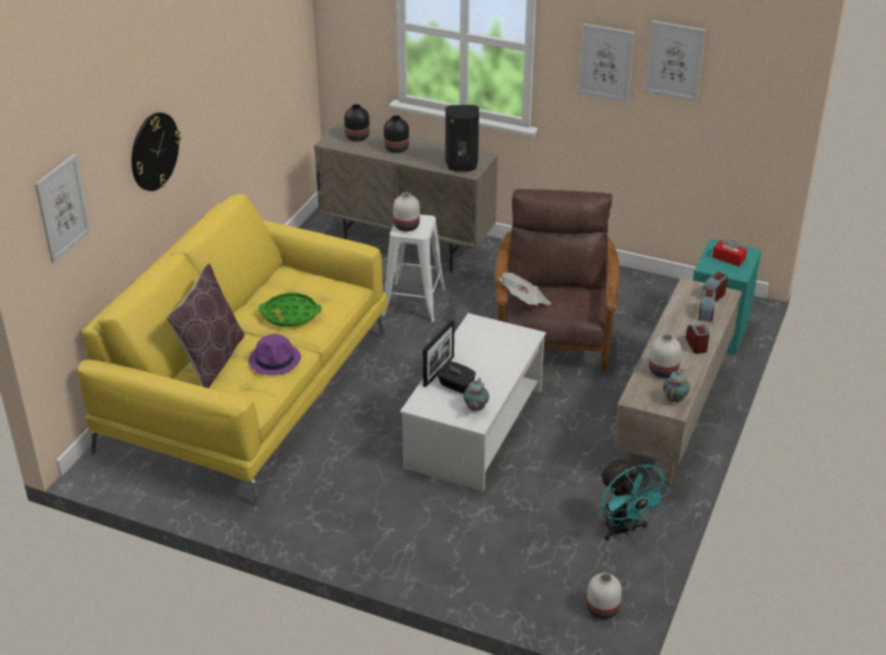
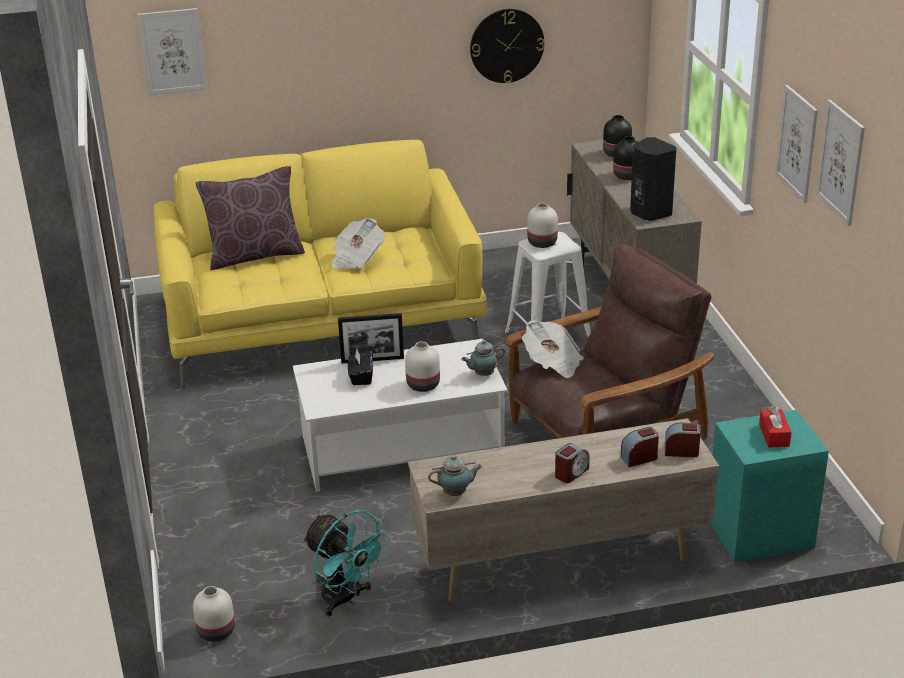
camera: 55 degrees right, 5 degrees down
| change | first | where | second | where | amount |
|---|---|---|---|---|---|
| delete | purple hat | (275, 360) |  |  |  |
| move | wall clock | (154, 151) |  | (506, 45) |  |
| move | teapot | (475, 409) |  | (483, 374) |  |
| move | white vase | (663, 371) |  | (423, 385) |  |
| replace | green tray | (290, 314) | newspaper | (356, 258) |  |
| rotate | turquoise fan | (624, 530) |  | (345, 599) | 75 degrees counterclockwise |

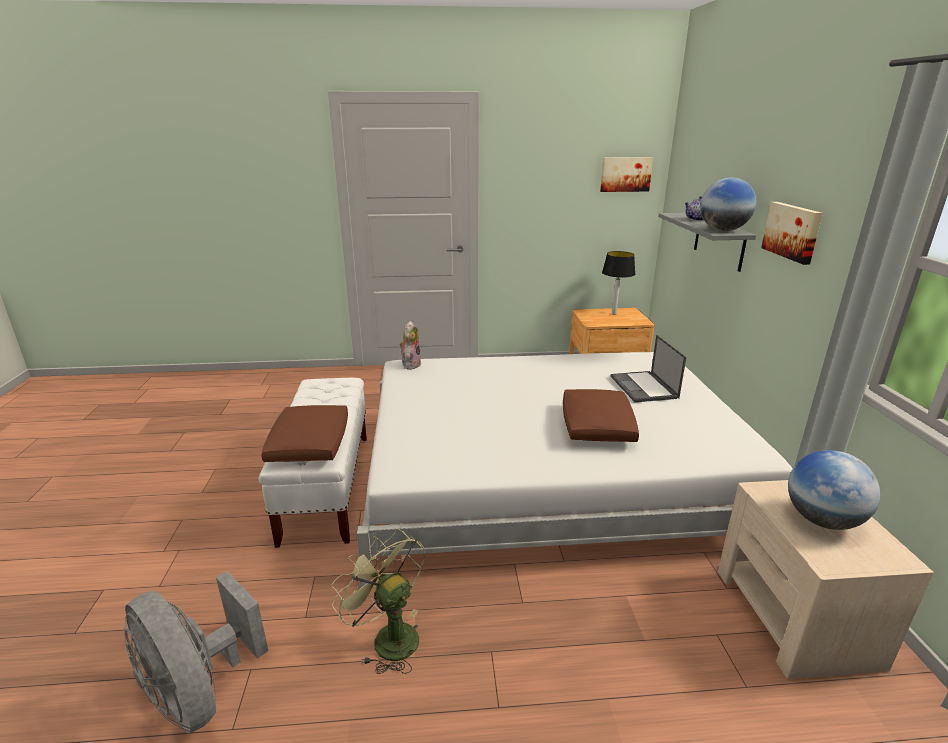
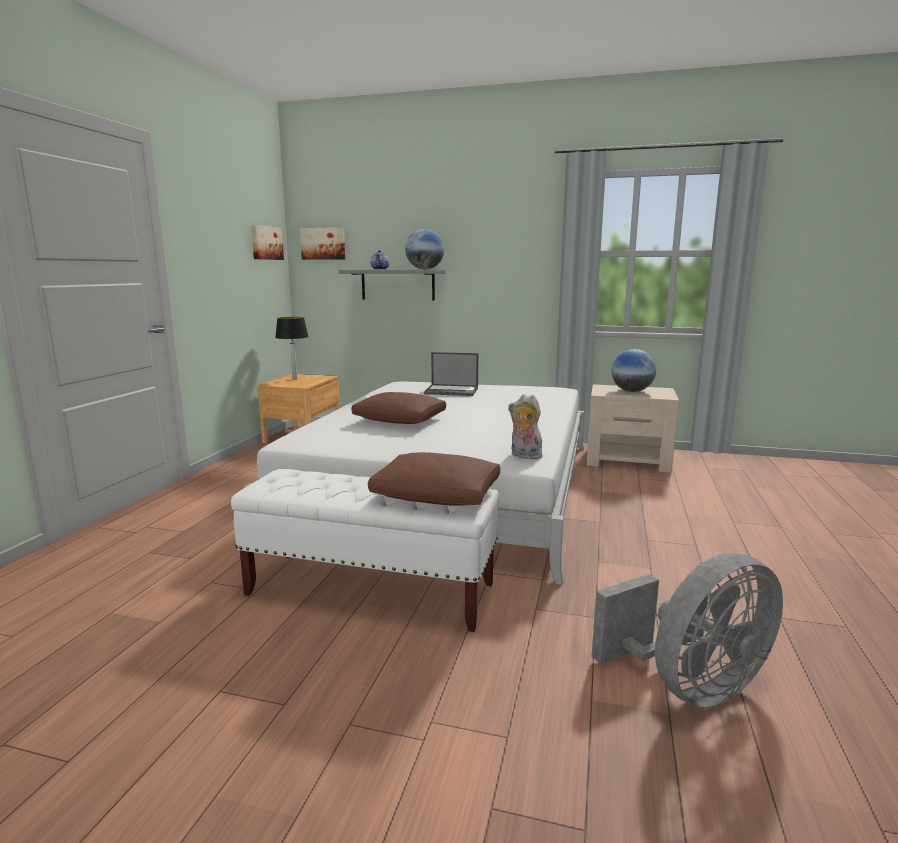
camera: 70 degrees left, 10 degrees down
| change | first | where | second | where | amount |
|---|---|---|---|---|---|
| delete | green fan | (388, 636) |  |  |  |
| move | plush toy | (410, 364) |  | (524, 456) |  |
| move | brown pillow | (597, 427) |  | (400, 420) |  |
| move | picture | (793, 231) |  | (323, 243) |  |

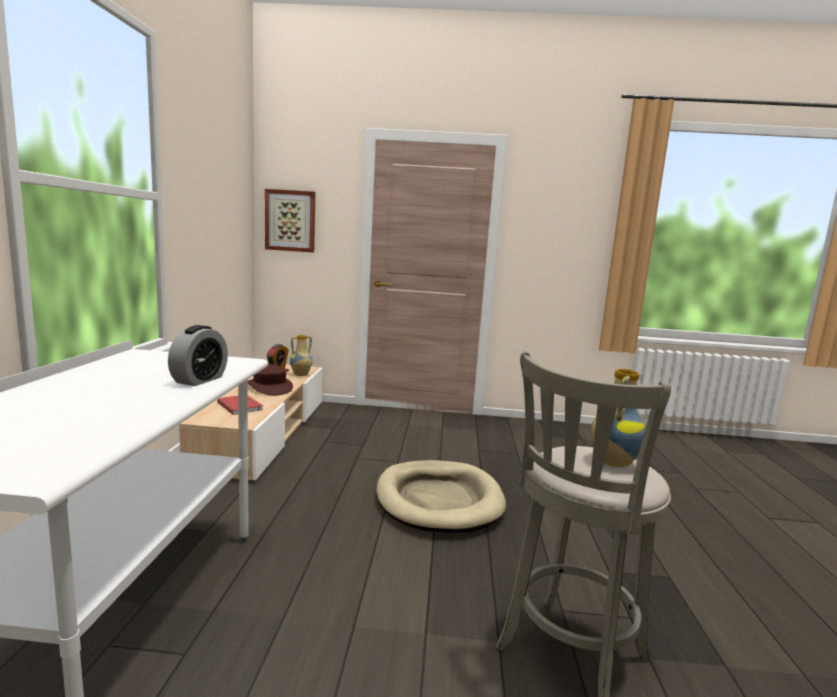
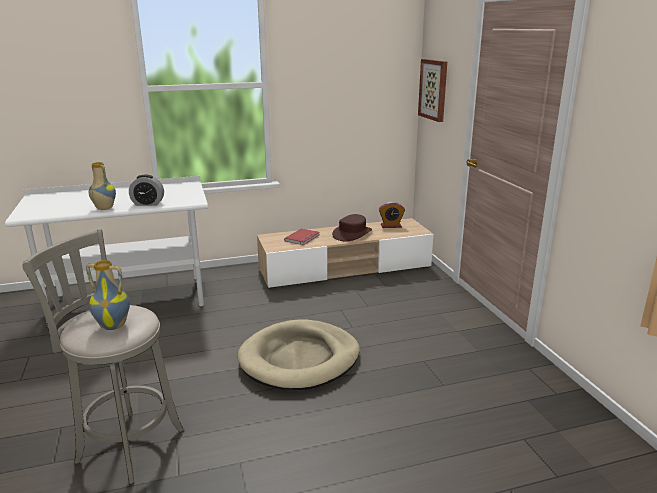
camera: 70 degrees right, 10 degrees up
| change | first | where | second | where | amount |
|---|---|---|---|---|---|
| move | vase | (301, 375) |  | (104, 208) |  |

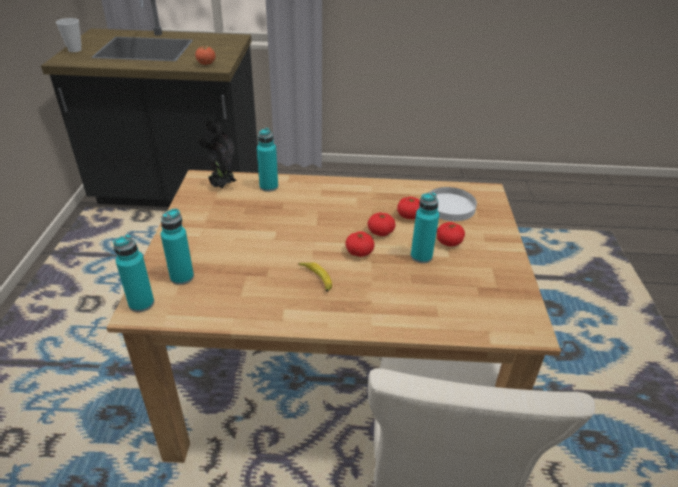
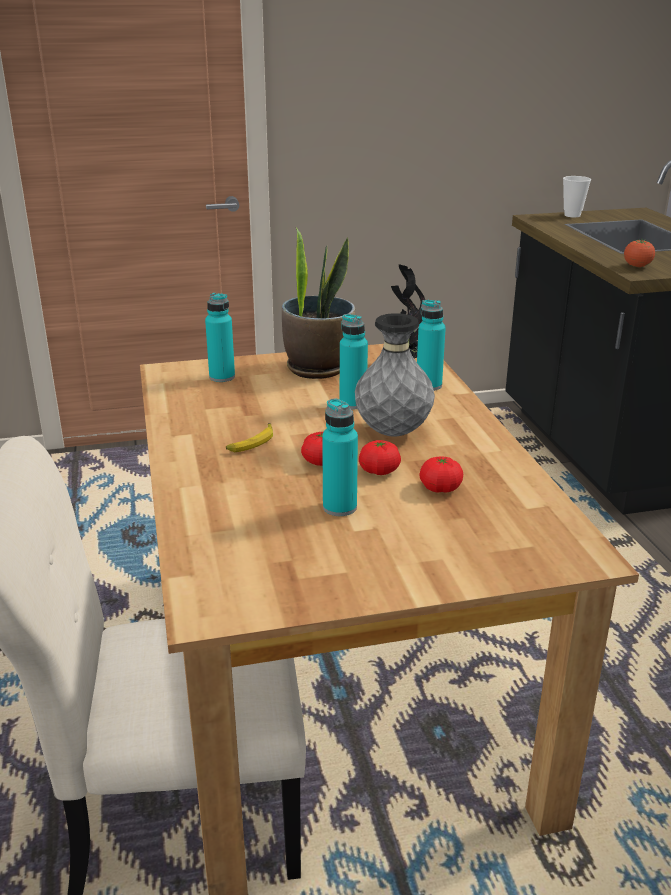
camera: 75 degrees right, 10 degrees down
| change | first | where | second | where | amount |
|---|---|---|---|---|---|
| delete | white plate | (450, 207) |  |  |  |
| delete | tomato | (449, 242) |  |  |  |
| insert |  |  | potted plant | (317, 368) |  |
| insert |  |  | grey vase | (393, 433) |  |
| move | turquoise bottle | (141, 303) |  | (353, 404) |  |

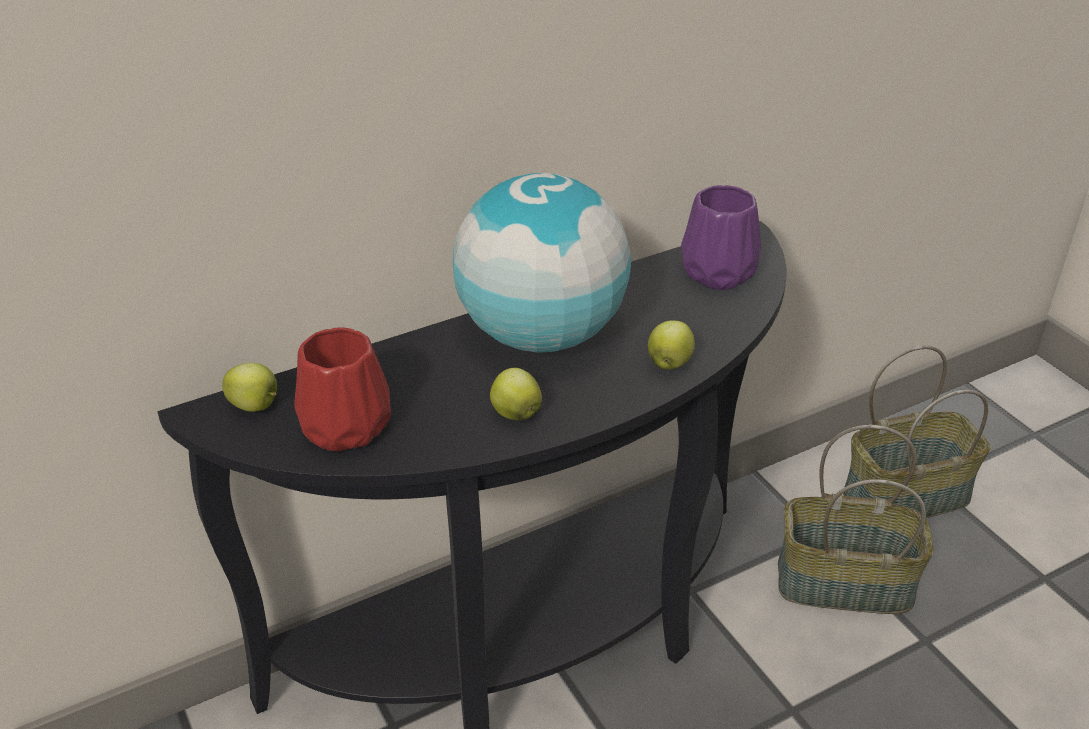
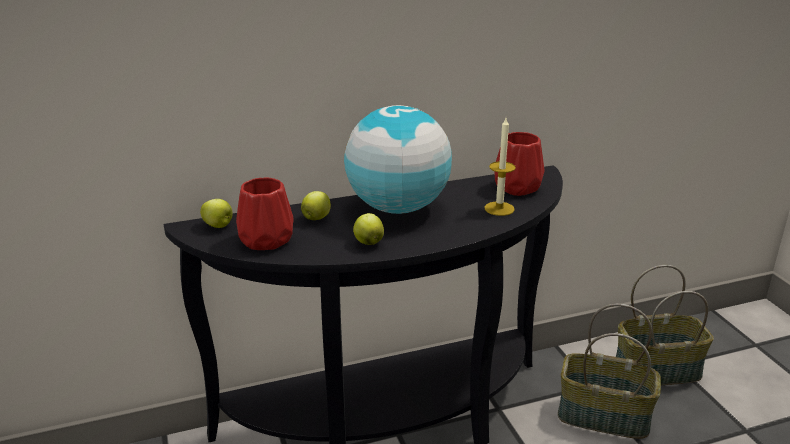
camera: 10 degrees right, 10 degrees down
| change | first | where | second | where | amount |
|---|---|---|---|---|---|
| insert |  |  | candle | (499, 208) |  |
| move | apple | (669, 363) |  | (316, 218) |  |
| recolor | purple vase | (720, 273) | red vase | (518, 188) |  |

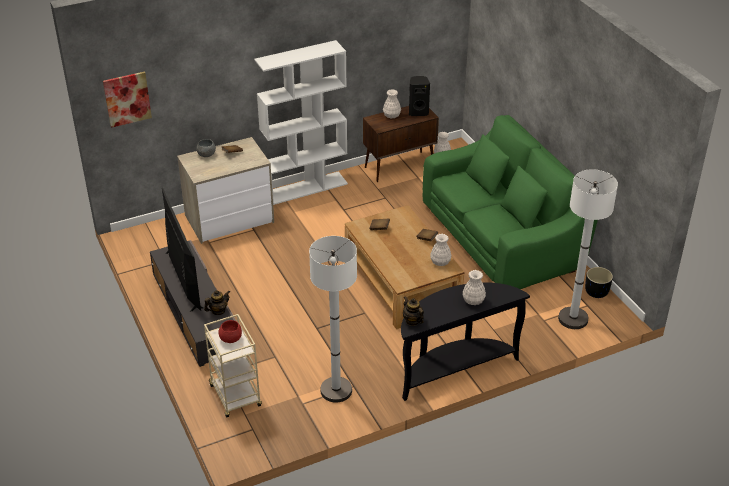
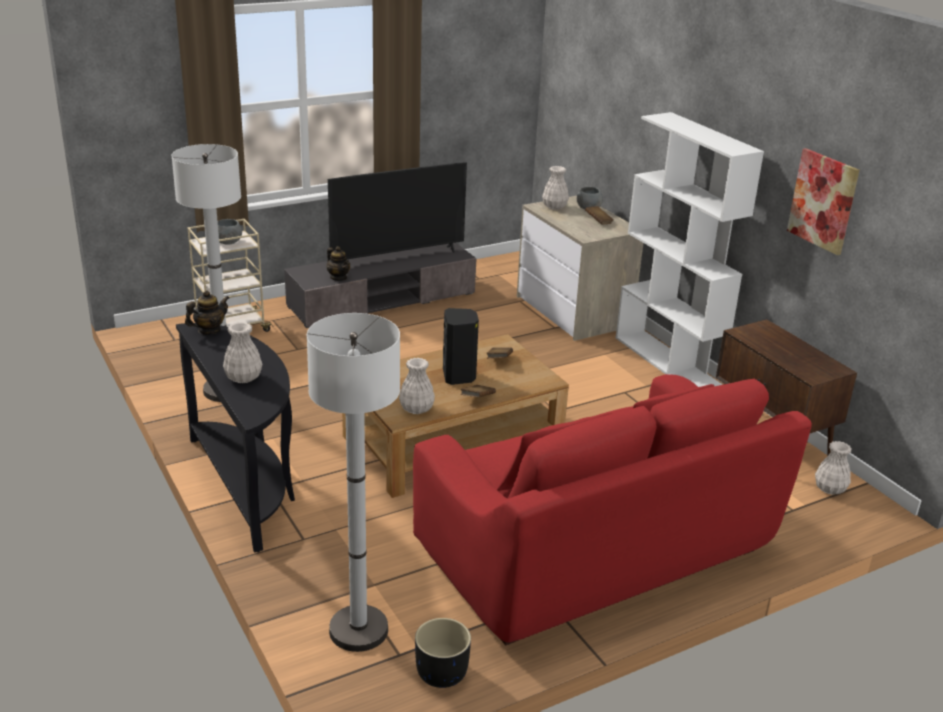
camera: 85 degrees right, 10 degrees down
| change | first | where | second | where | amount |
|---|---|---|---|---|---|
| move | picture | (127, 99) |  | (823, 201) |  |
| move | white vase | (392, 116) |  | (554, 207) |  |
| move | black speaker | (418, 112) |  | (459, 376) |  |
| recolor | red bowl | (231, 339) | grey bowl | (228, 242) |  |
| recolor | green sofa | (502, 237) | red sofa | (594, 552) |  |

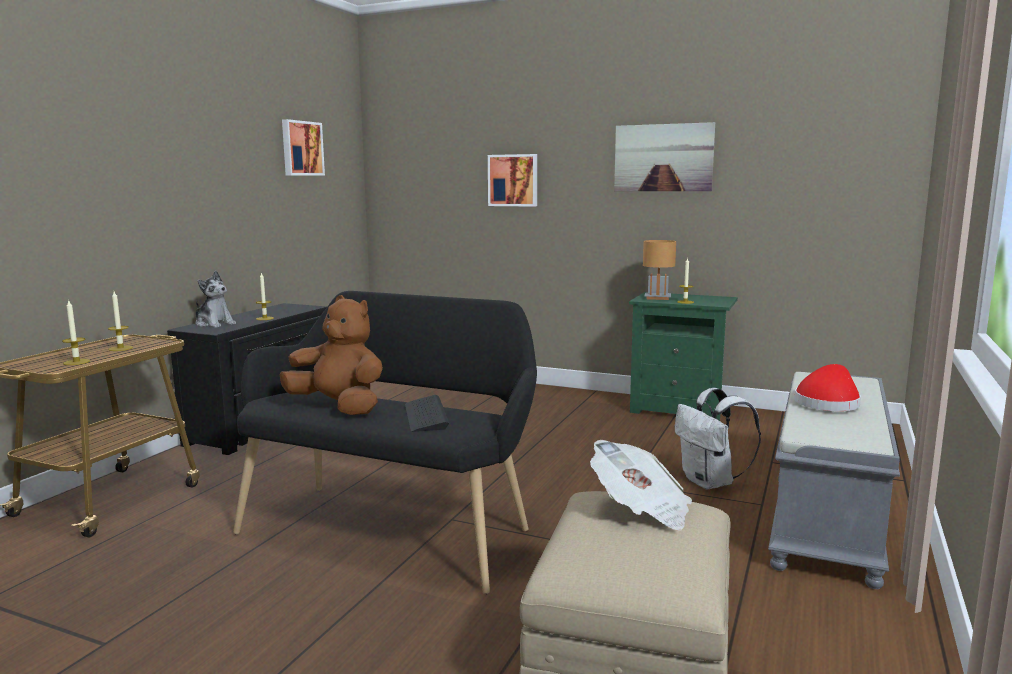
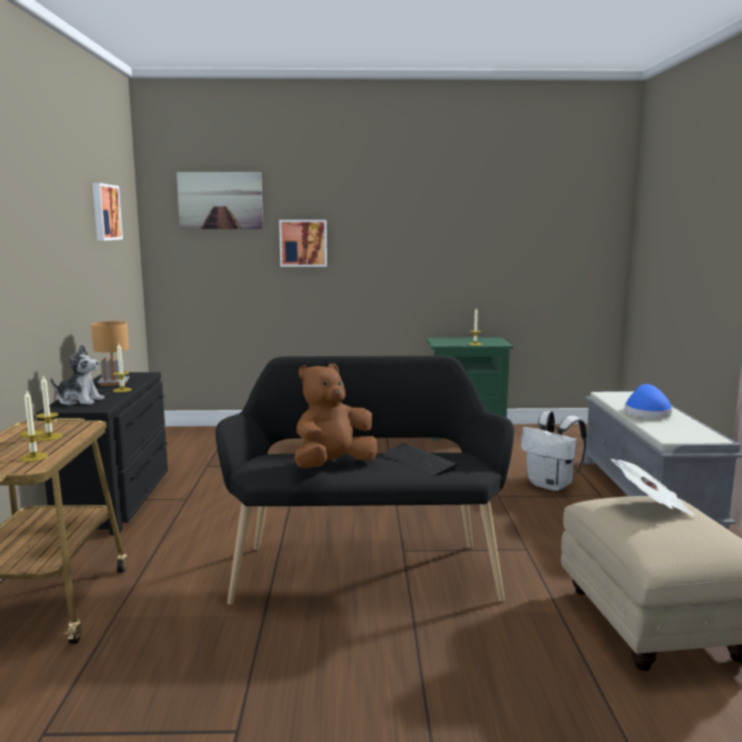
camera: 25 degrees left, 0 degrees up
| change | first | where | second | where | amount |
|---|---|---|---|---|---|
| move | picture | (663, 158) |  | (220, 200) |  |
| move | brown table lamp | (657, 298) |  | (113, 383) |  |
| recolor | red hat | (827, 403) | blue hat | (646, 412) |  |
| rotate | brown plush toy | (339, 407) |  | (333, 465) | 45 degrees counterclockwise |

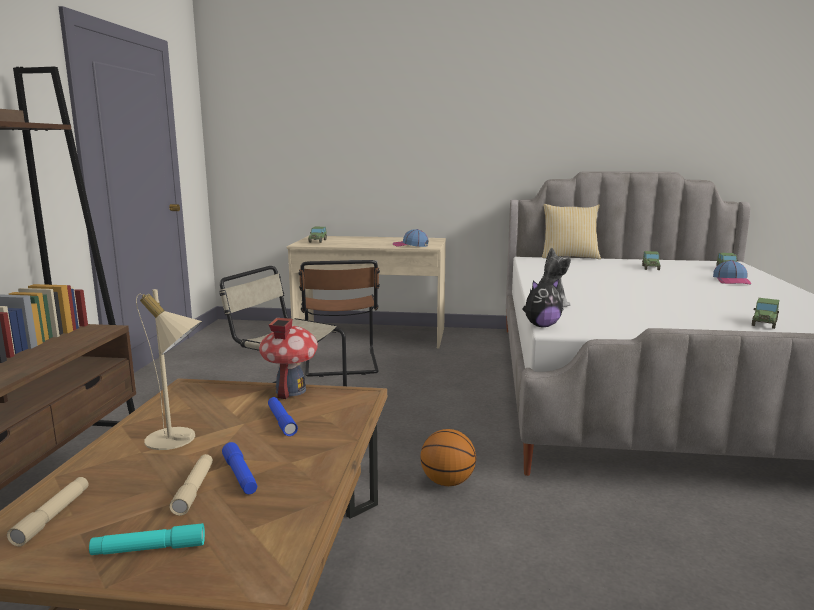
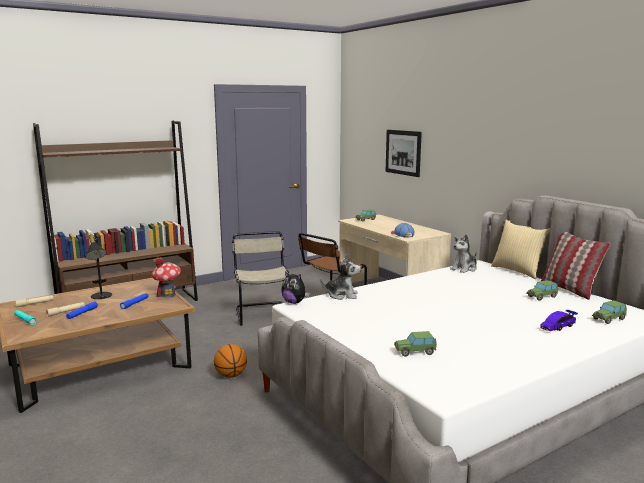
camera: 50 degrees right, 0 degrees up
| change | first | where | second | where | amount |
|---|---|---|---|---|---|
| insert |  |  | picture | (403, 152) |  |
| insert |  |  | plush toy | (464, 269) |  |
| insert |  |  | pillow | (569, 289) |  |
| replace | cap | (732, 281) | toy car | (558, 326) |  |
| recolor | beige table lamp | (177, 440) | black table lamp | (101, 297) |  |

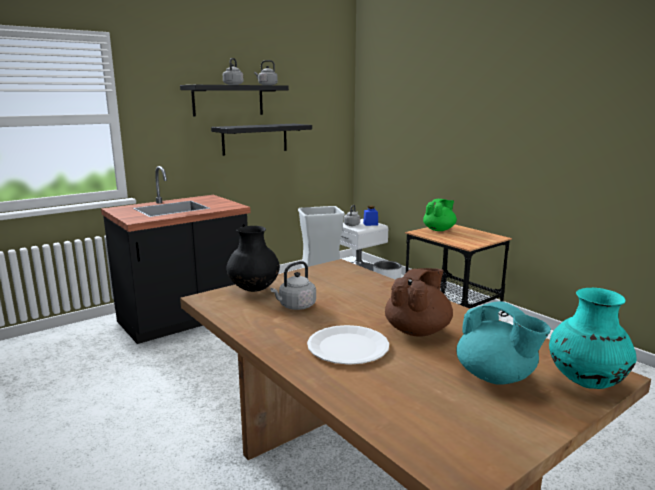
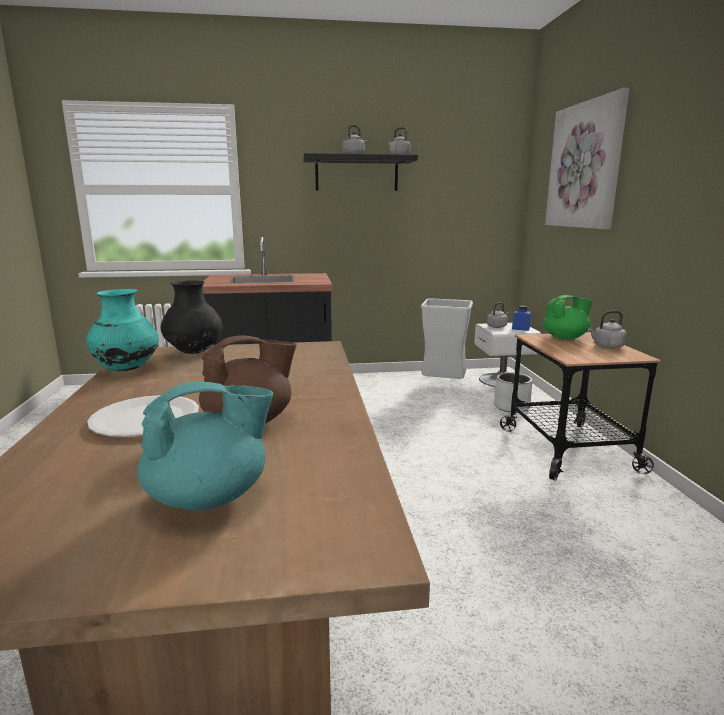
camera: 30 degrees right, 0 degrees up
| change | first | where | second | where | amount |
|---|---|---|---|---|---|
| delete | black shelf | (255, 139) |  |  |  |
| insert |  |  | picture | (584, 166) |  |
| move | grey kettle | (295, 306) |  | (607, 346) |  |
| move | turquoise vase | (585, 381) |  | (127, 369) |  |
| rotate | turquoise teapot | (496, 377) |  | (210, 497) | 105 degrees counterclockwise |

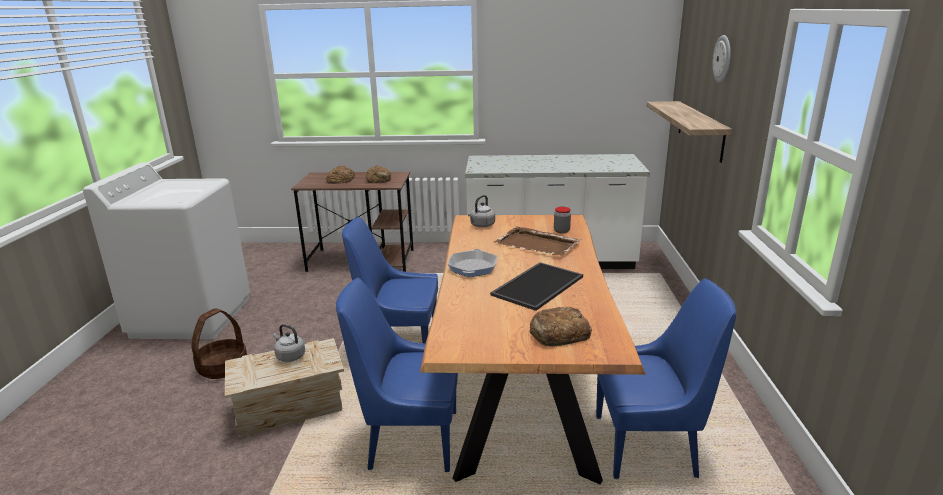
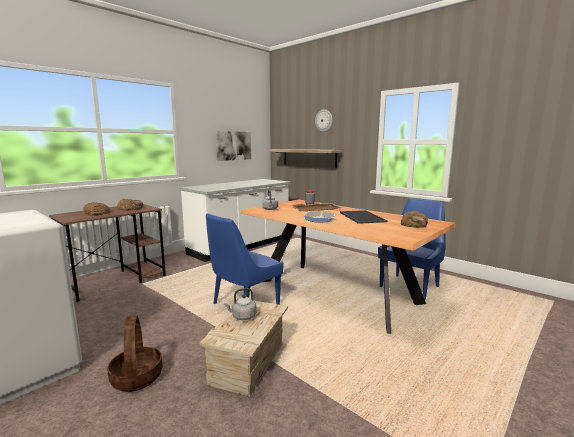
camera: 50 degrees left, 10 degrees down
| change | first | where | second | where | amount |
|---|---|---|---|---|---|
| delete | blue chair | (409, 439) |  |  |  |
| insert |  |  | picture | (233, 145) |  |

